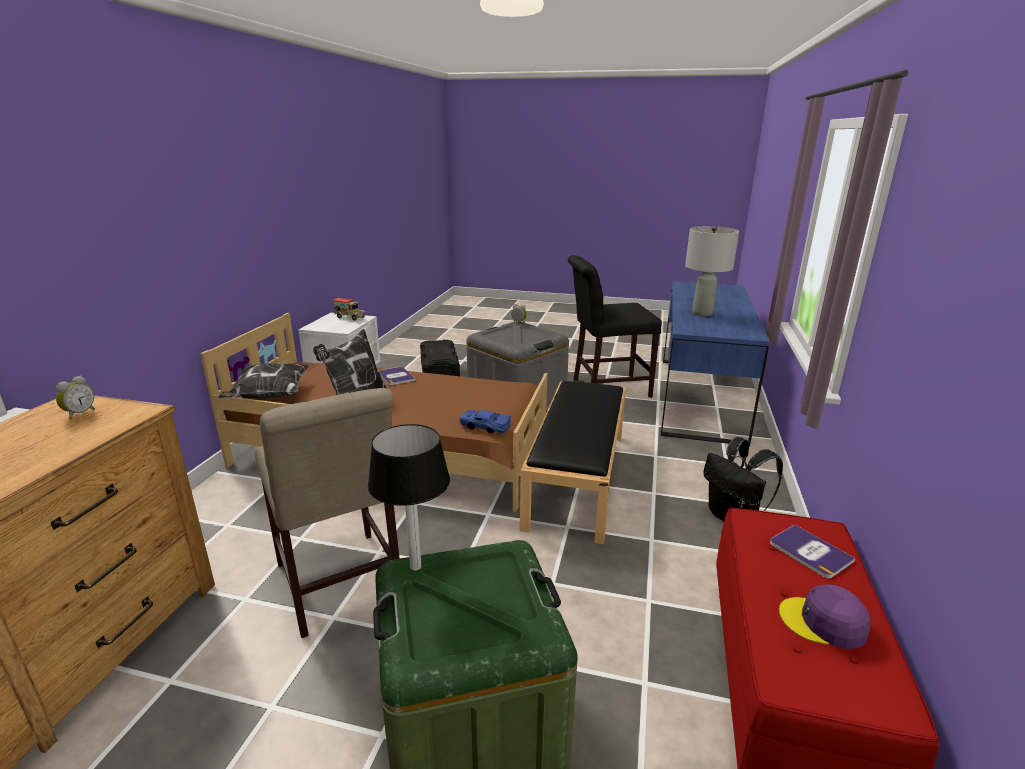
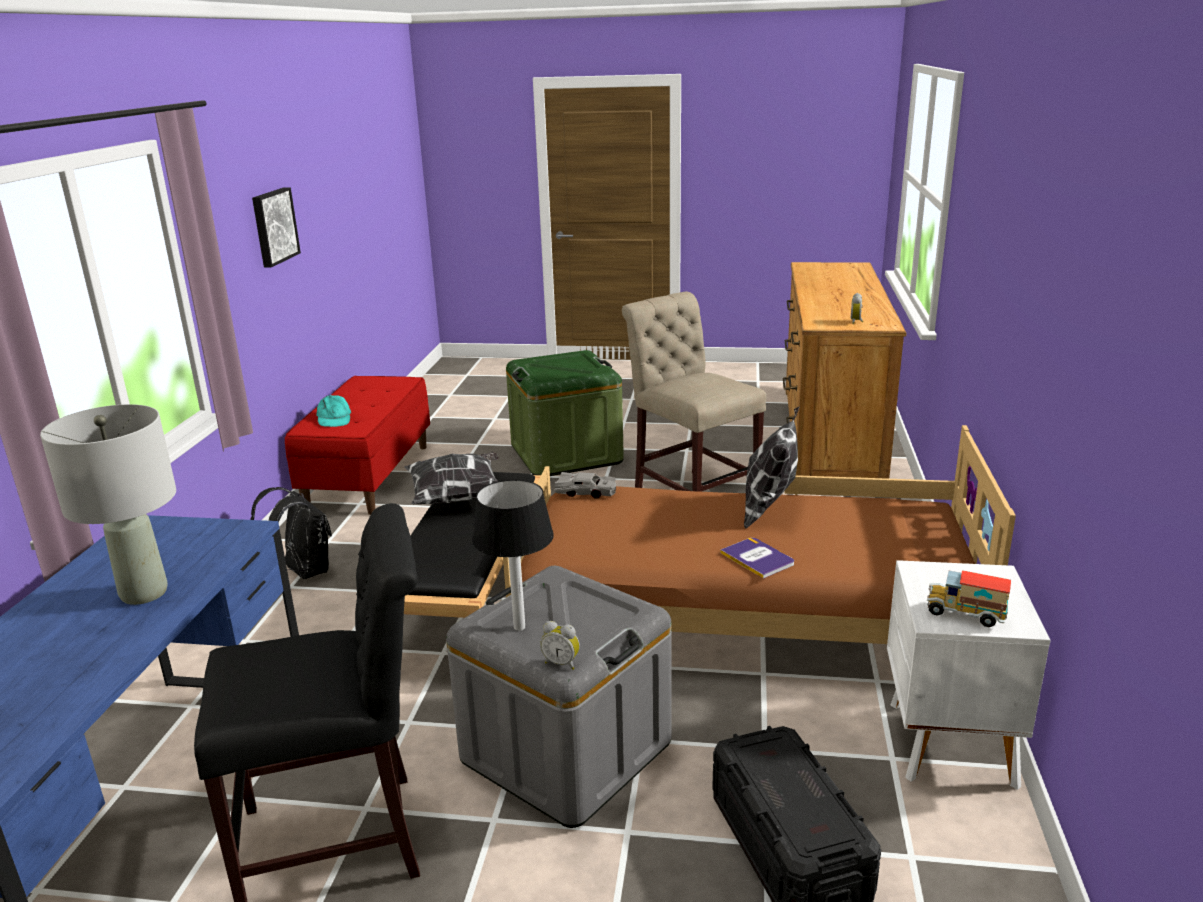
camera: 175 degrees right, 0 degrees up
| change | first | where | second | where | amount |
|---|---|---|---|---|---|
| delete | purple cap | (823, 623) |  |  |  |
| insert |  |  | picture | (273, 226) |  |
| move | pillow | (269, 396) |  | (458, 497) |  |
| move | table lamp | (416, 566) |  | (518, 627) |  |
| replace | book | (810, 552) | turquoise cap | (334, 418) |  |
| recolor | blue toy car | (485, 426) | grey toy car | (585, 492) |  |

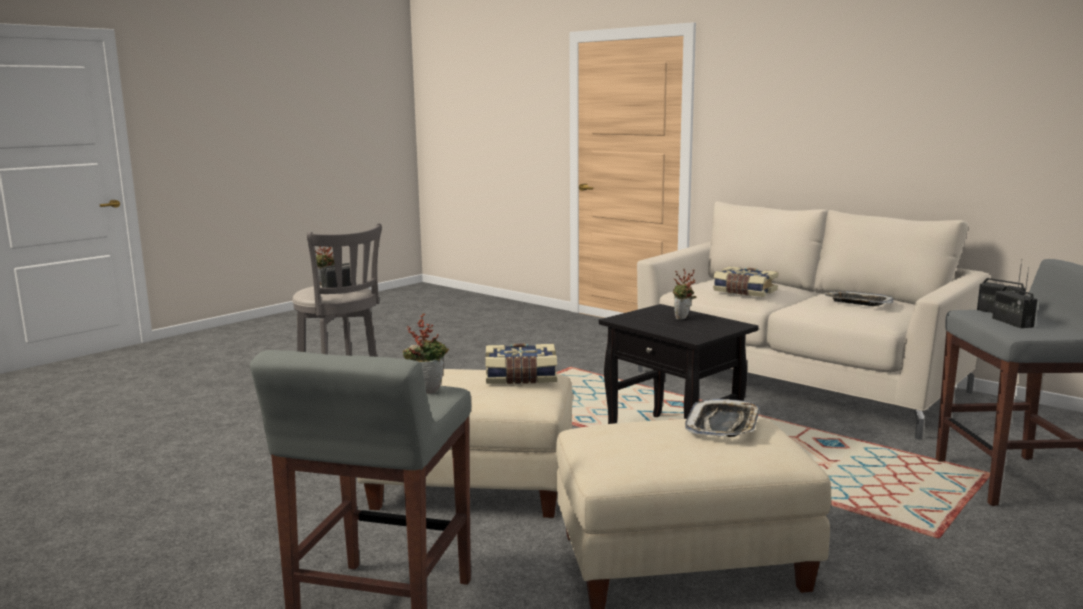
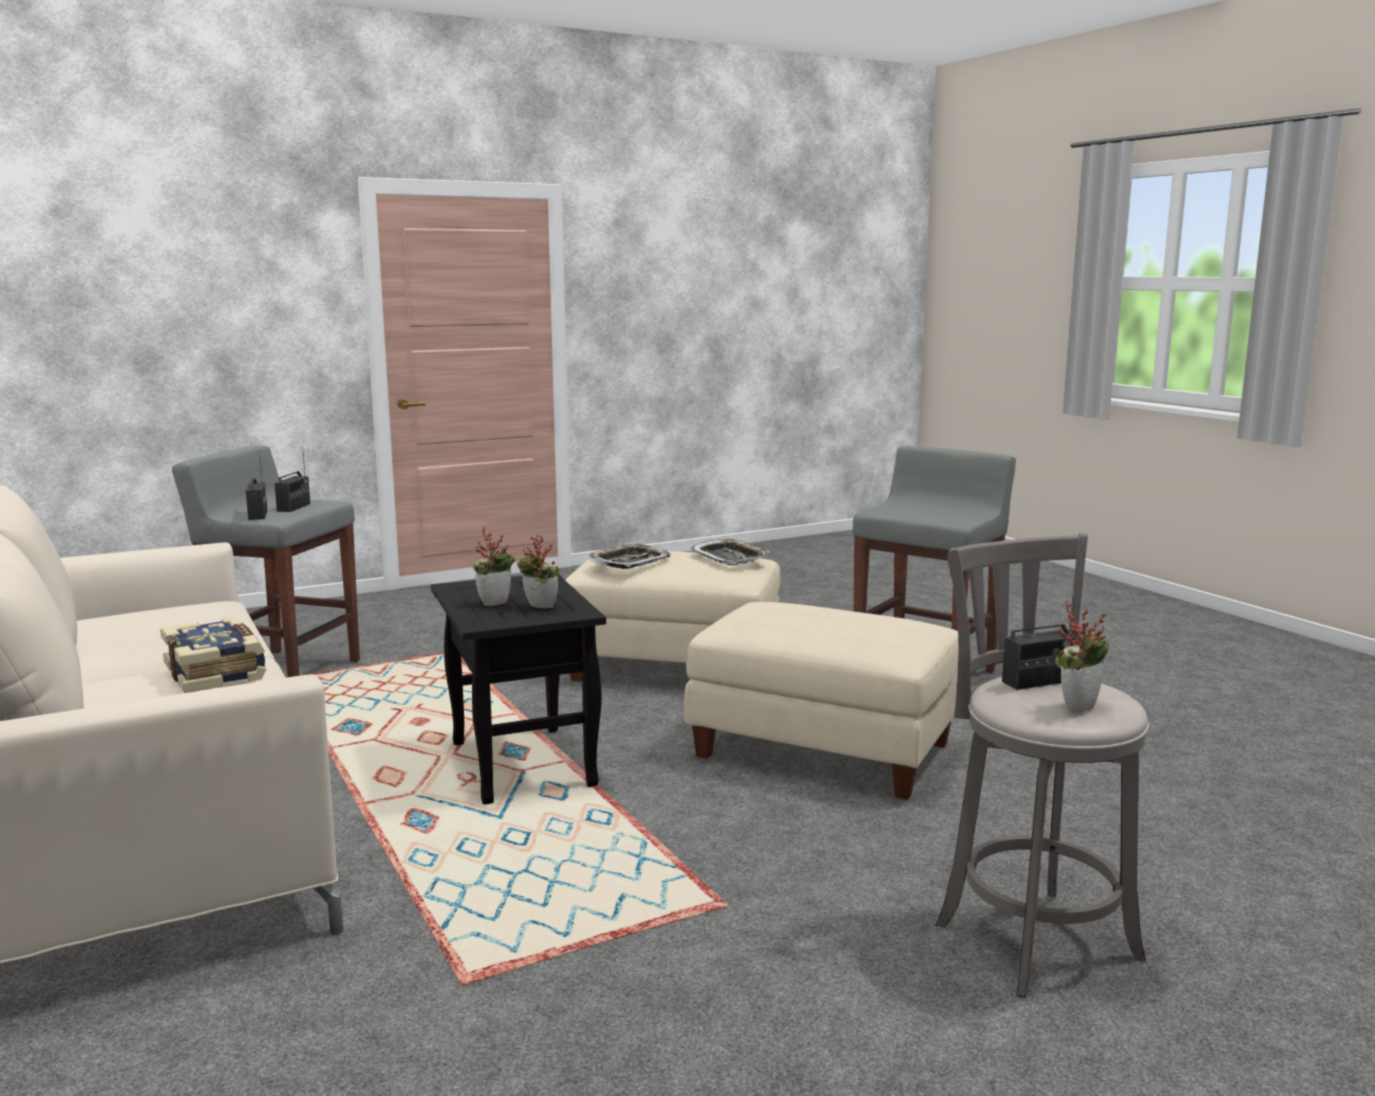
camera: 160 degrees left, 0 degrees up
| change | first | where | second | where | amount |
|---|---|---|---|---|---|
| delete | book | (521, 377) |  |  |  |
| move | potted plant | (427, 390) |  | (538, 607) |  |
| move | tray | (858, 303) |  | (730, 558) |  |

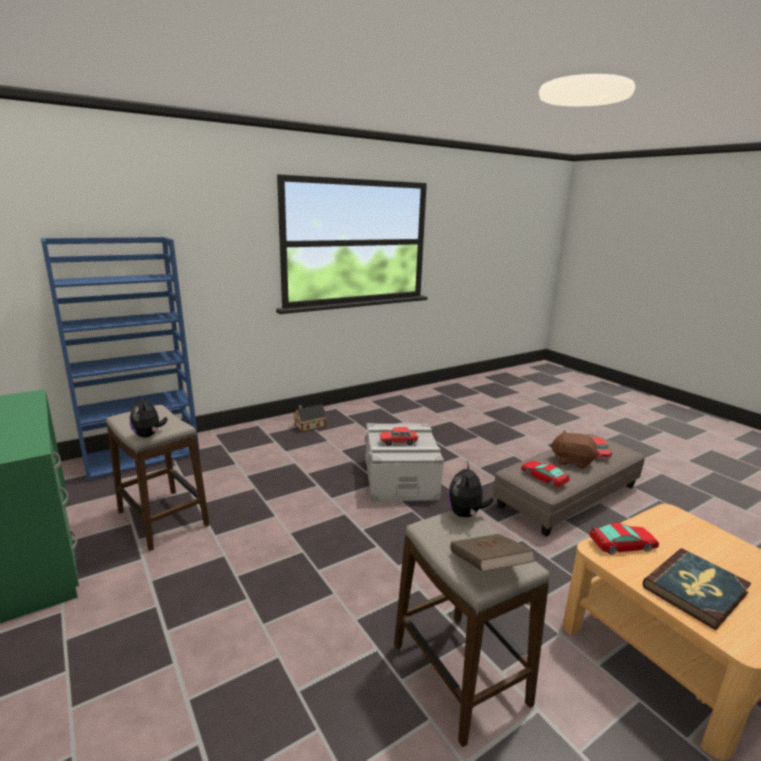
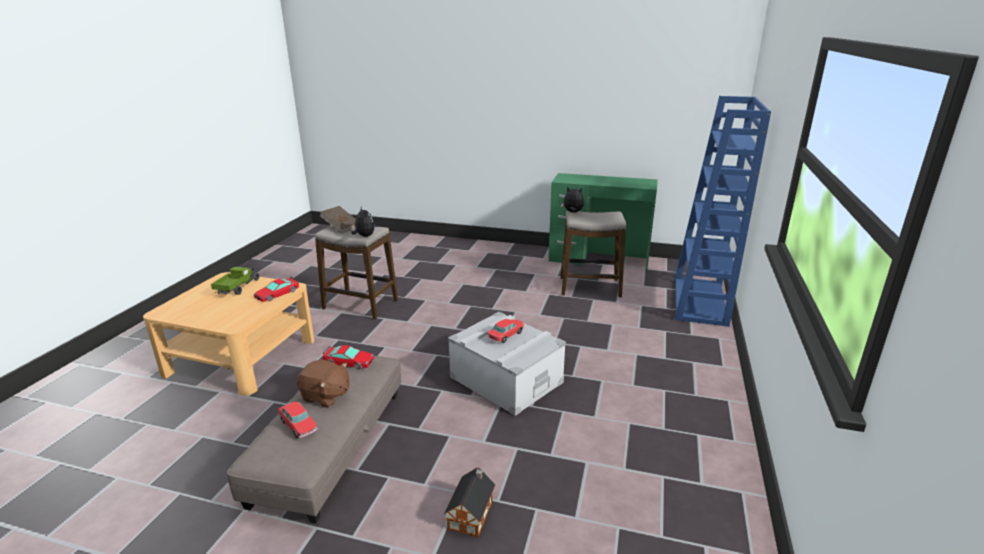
camera: 140 degrees right, 5 degrees up
| change | first | where | second | where | amount |
|---|---|---|---|---|---|
| move | toy house | (309, 426) |  | (472, 513) |  |
| replace | book | (695, 590) | toy truck | (238, 288) |  |
| rotate | brown plush toy | (572, 461) |  | (326, 396) | 45 degrees clockwise |

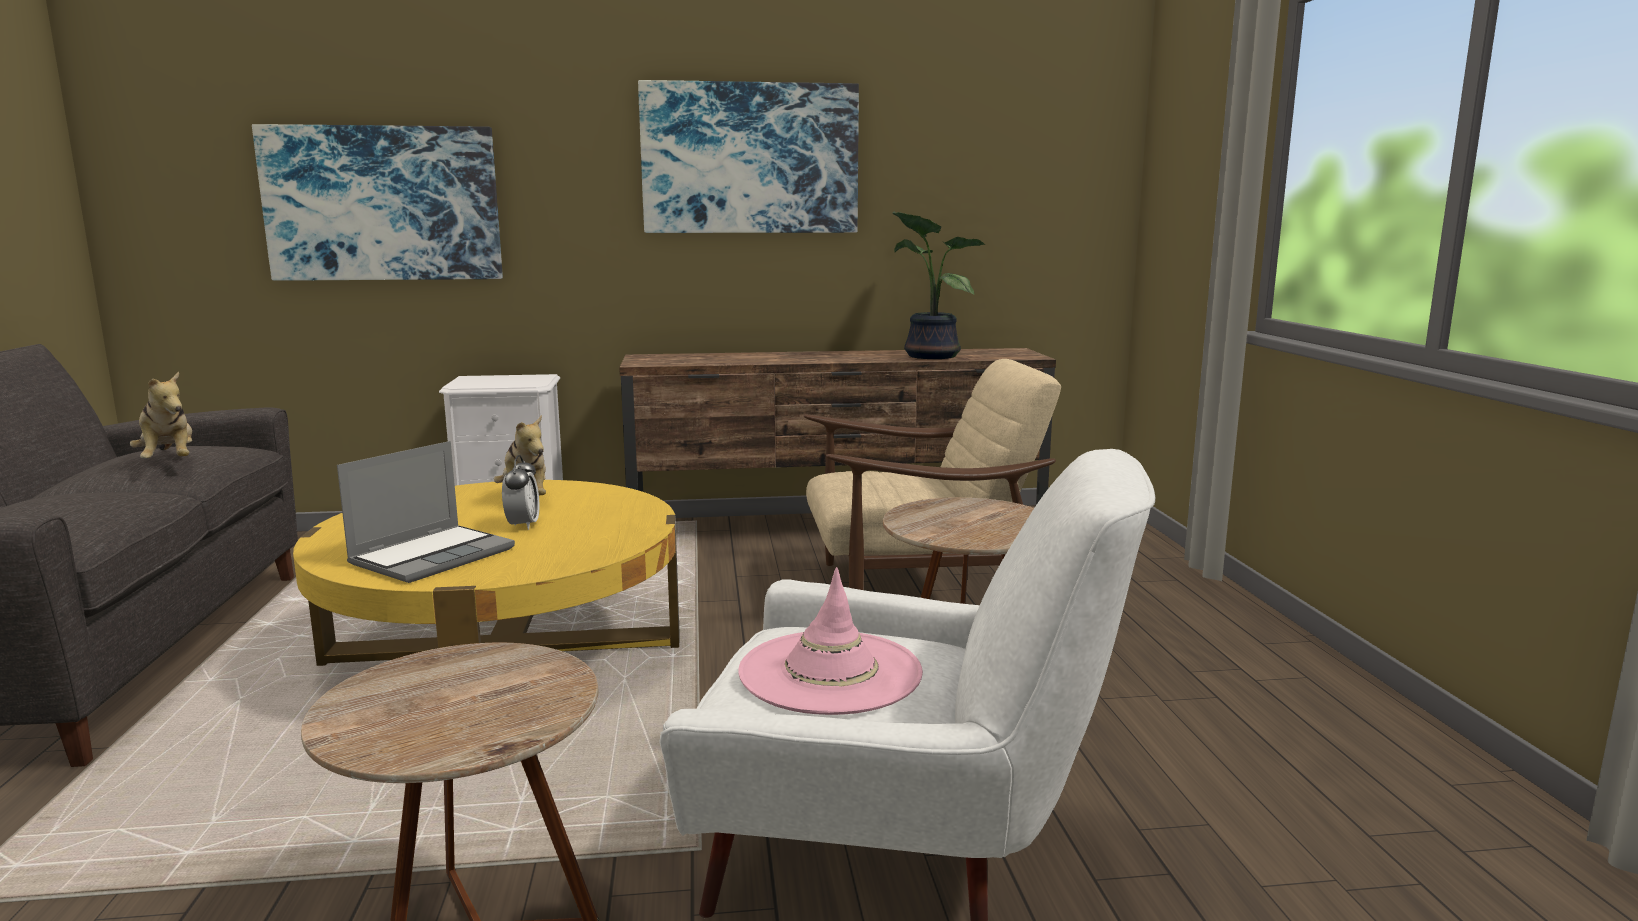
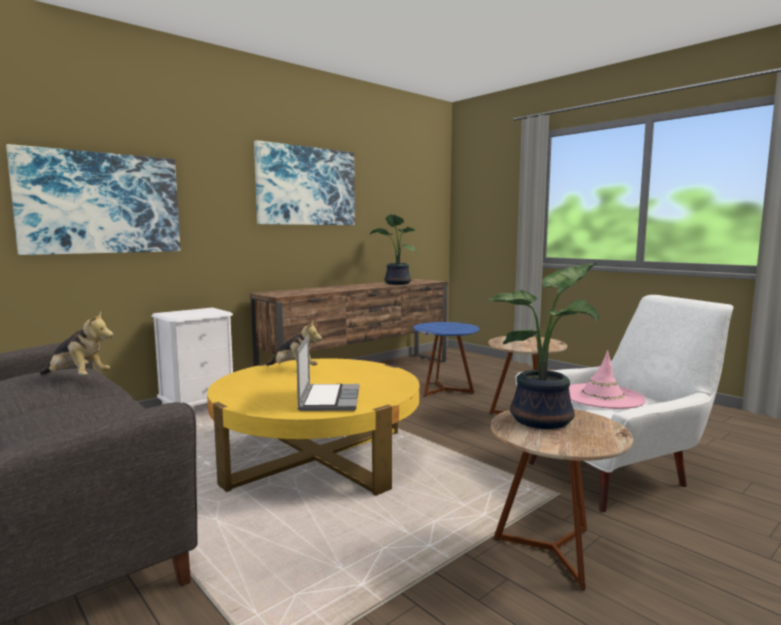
camera: 35 degrees left, 5 degrees down
| change | first | where | second | where | amount |
|---|---|---|---|---|---|
| delete | alarm clock | (523, 525) |  |  |  |
| insert |  |  | potted plant | (545, 420) |  |
| replace | beige armchair | (919, 591) | blue side table | (444, 390) |  |

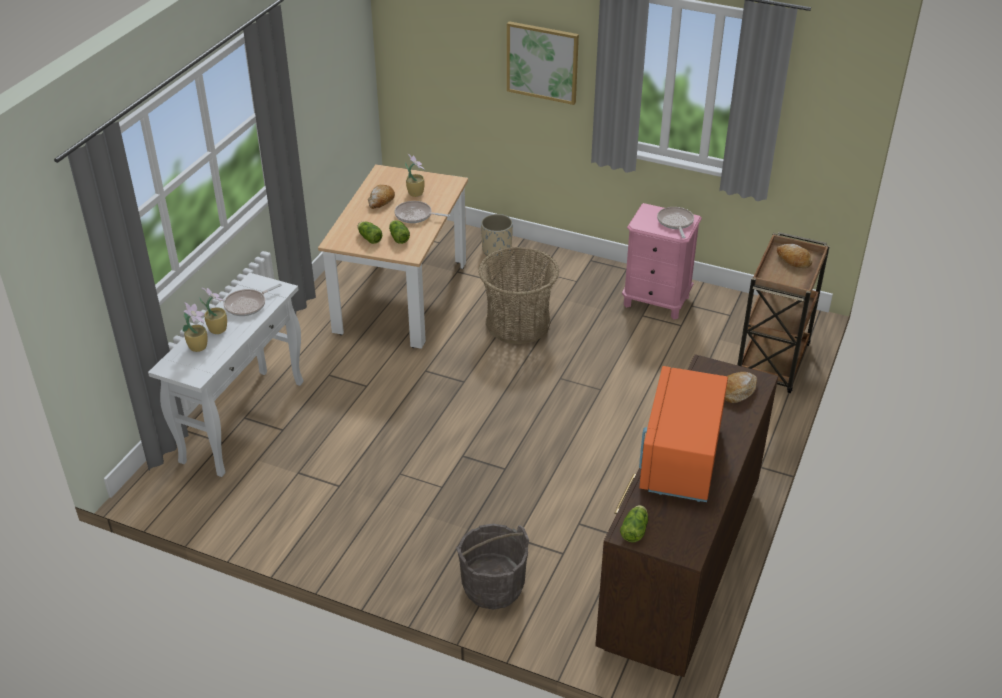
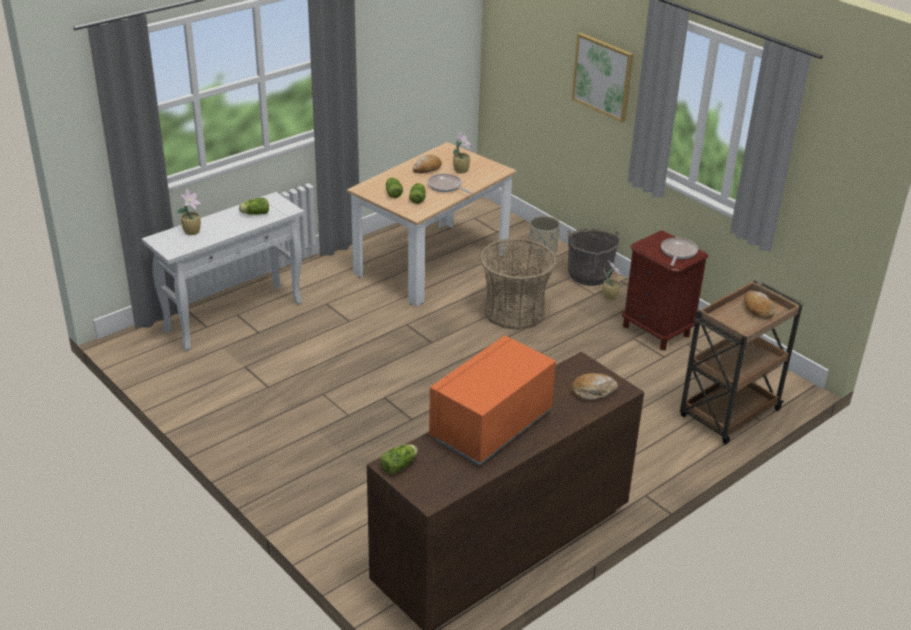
camera: 25 degrees right, 5 degrees down
| change | first | where | second | where | amount |
|---|---|---|---|---|---|
| move | potted plant | (218, 329) |  | (610, 296) |  |
| move | grey bucket | (493, 586) |  | (589, 274) |  |
| replace | frying pan | (248, 305) | lettuce | (254, 213) |  |
| recolor | pink nightstand | (656, 301) | brown nightstand | (656, 331) |  |

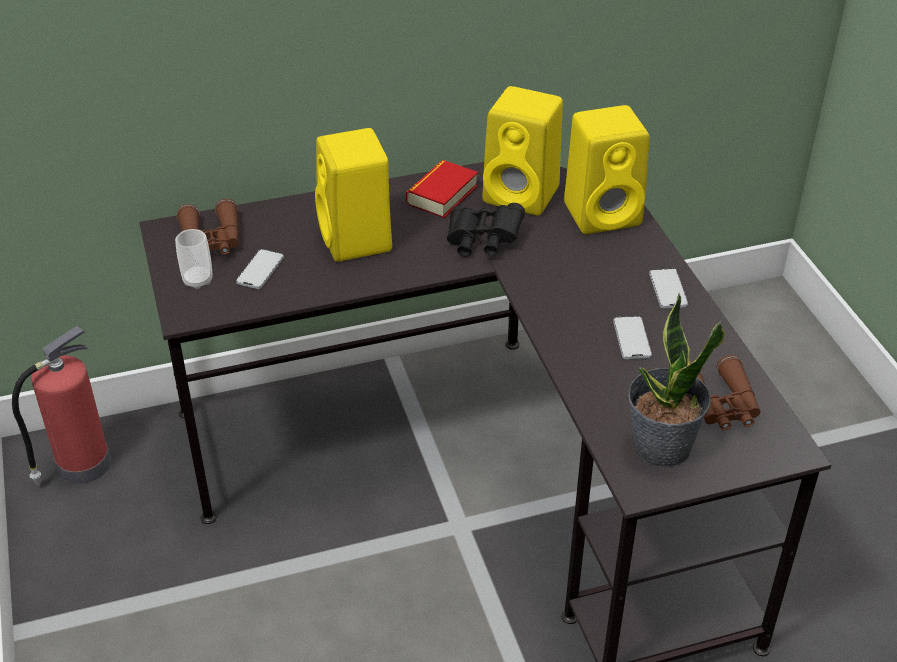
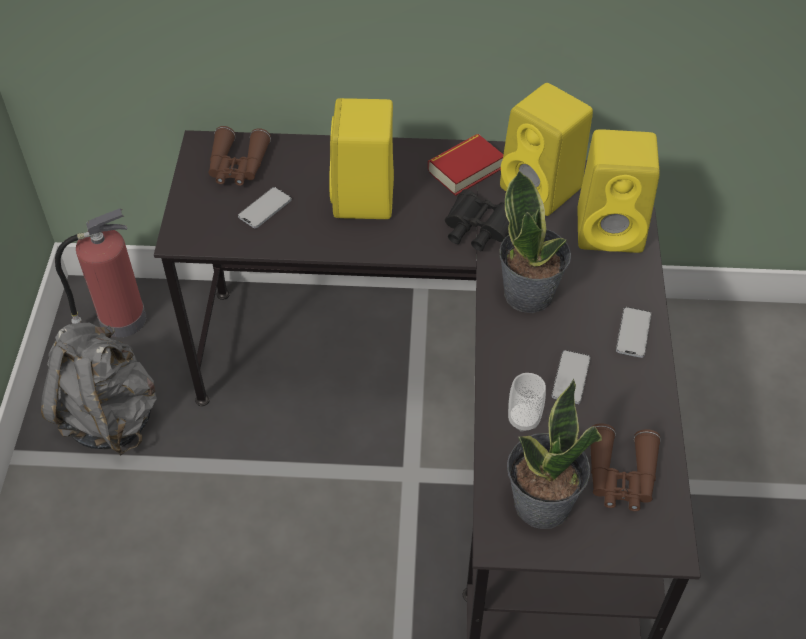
camera: 20 degrees right, 10 degrees up
| change | first | where | second | where | amount |
|---|---|---|---|---|---|
| insert |  |  | grey backpack | (110, 417) |  |
| insert |  |  | potted plant | (529, 293) |  |
| move | cup | (198, 280) |  | (523, 419) |  |

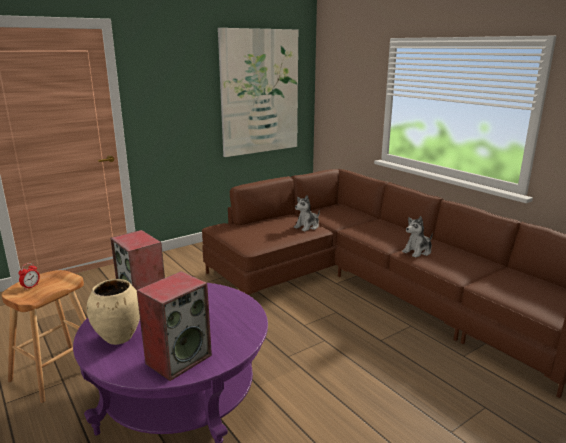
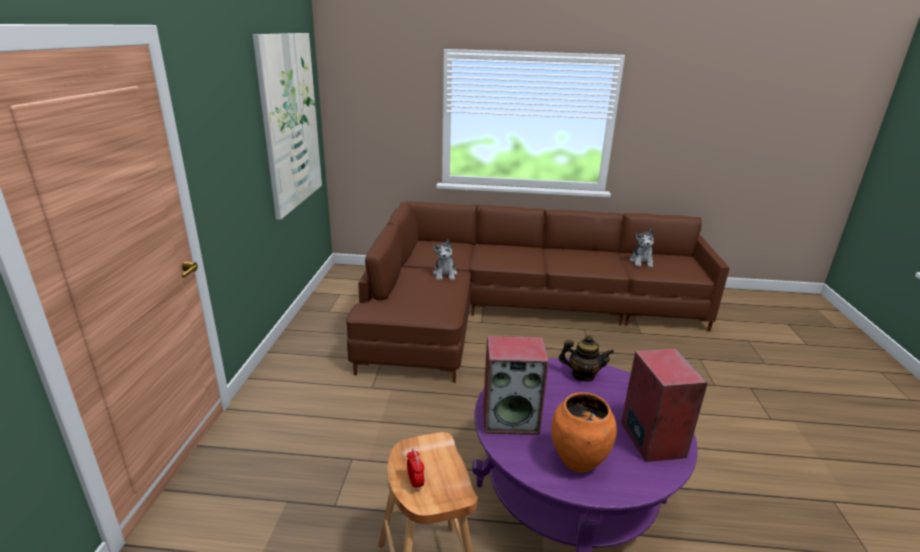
camera: 50 degrees left, 5 degrees up
| change | first | where | second | where | amount |
|---|---|---|---|---|---|
| insert |  |  | teapot | (583, 375) |  |
| move | plush toy | (417, 251) |  | (641, 262) |  |
| recolor | beige vase | (119, 338) | orange vase | (578, 461) |  |

